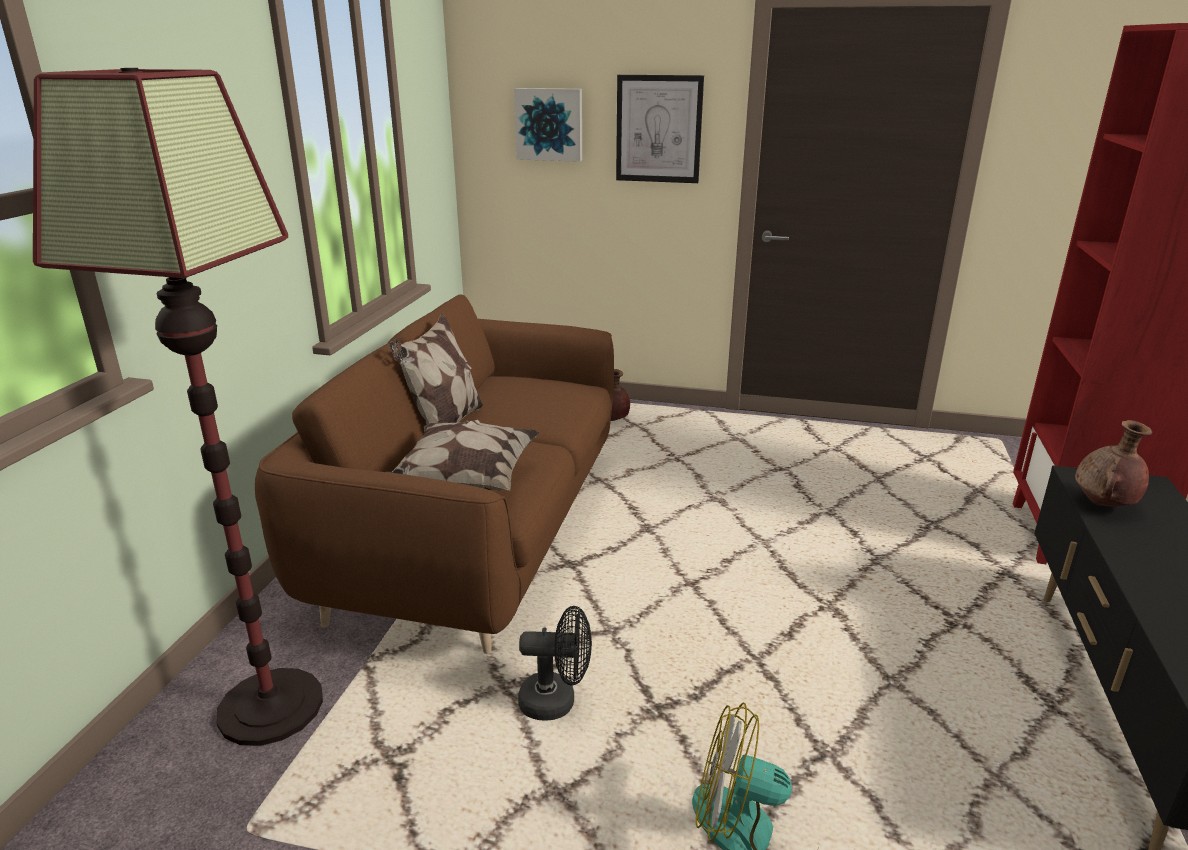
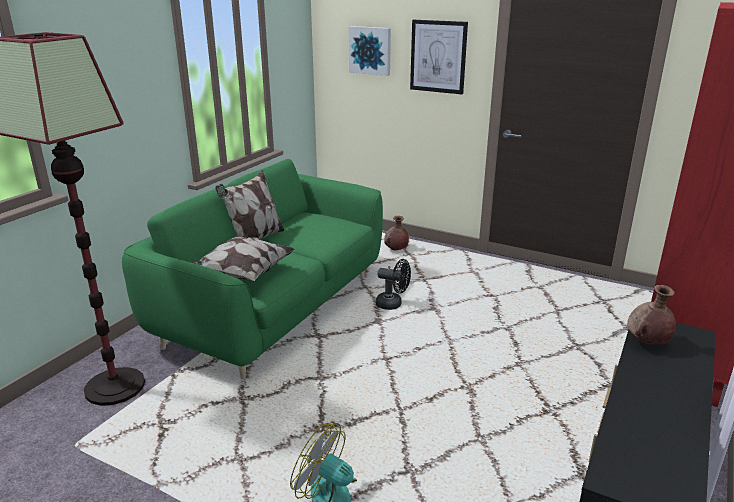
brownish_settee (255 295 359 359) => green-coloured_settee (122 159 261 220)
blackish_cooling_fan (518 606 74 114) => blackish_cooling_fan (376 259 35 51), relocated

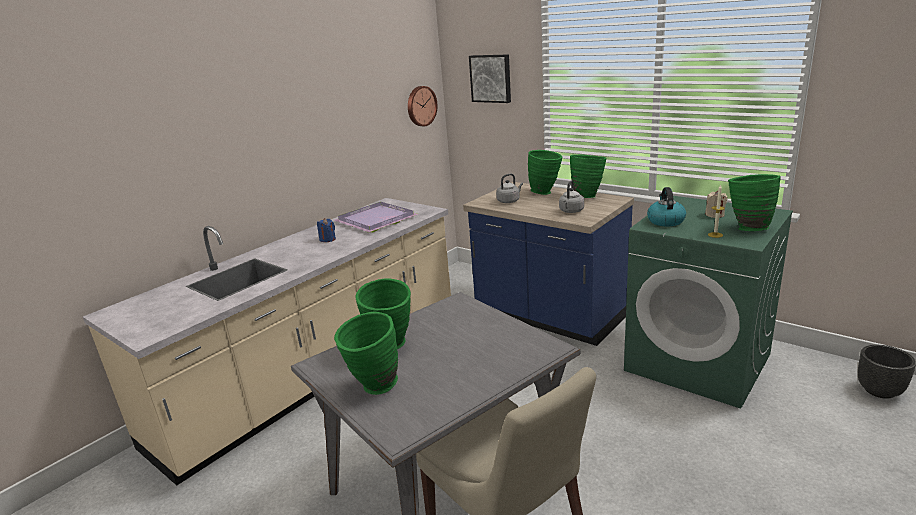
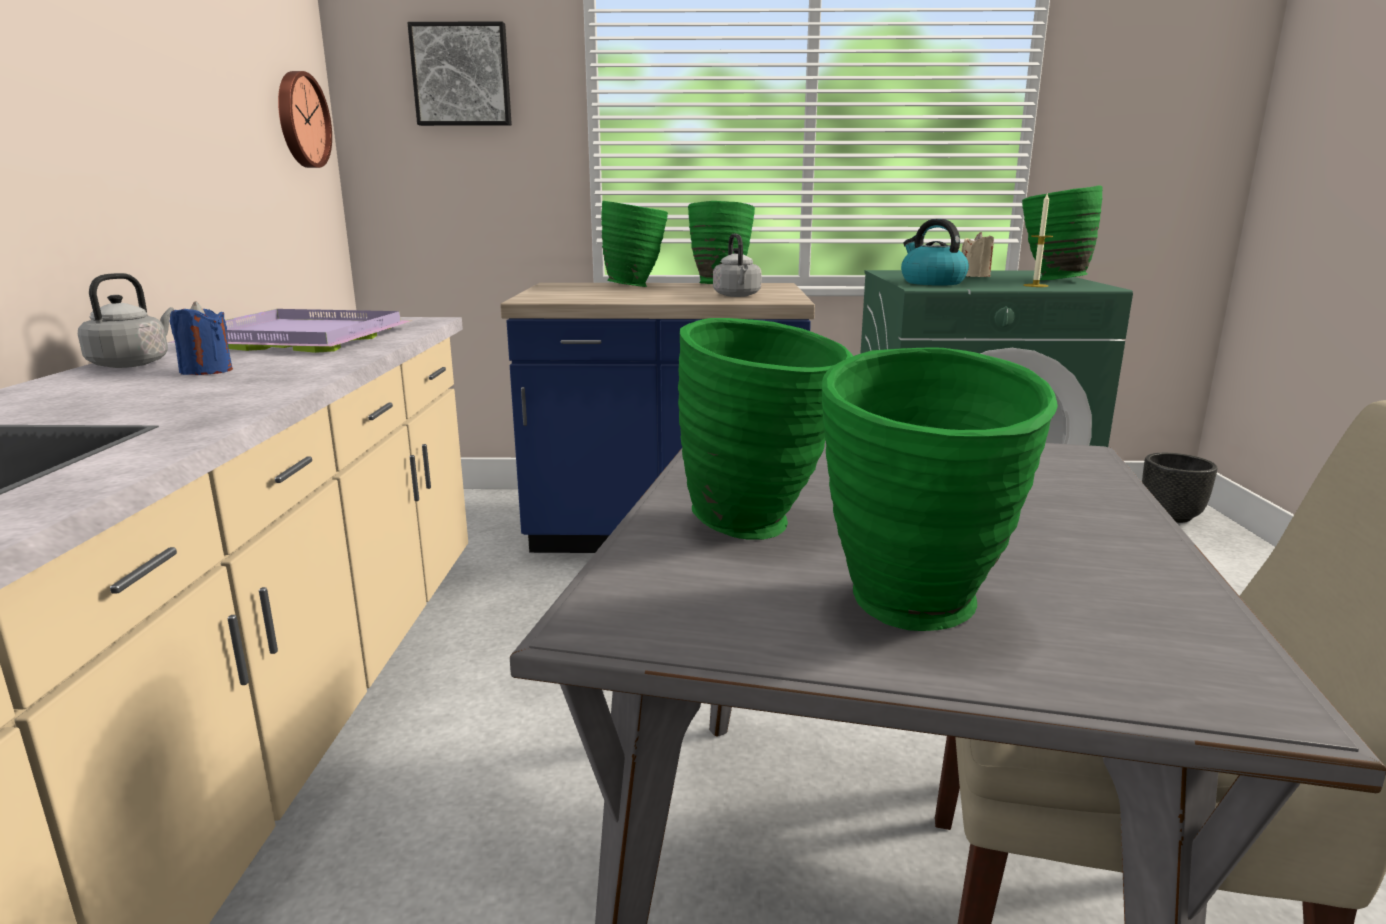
gray_kettle (496 173 27 30) => gray_kettle (78 273 96 95), relocated

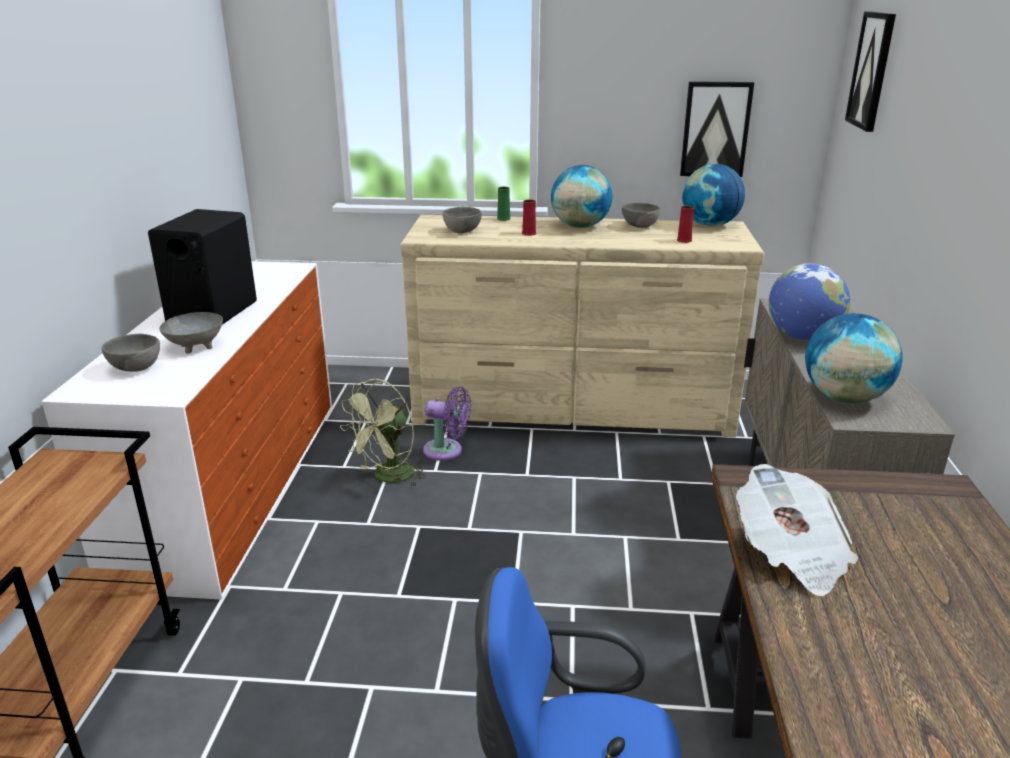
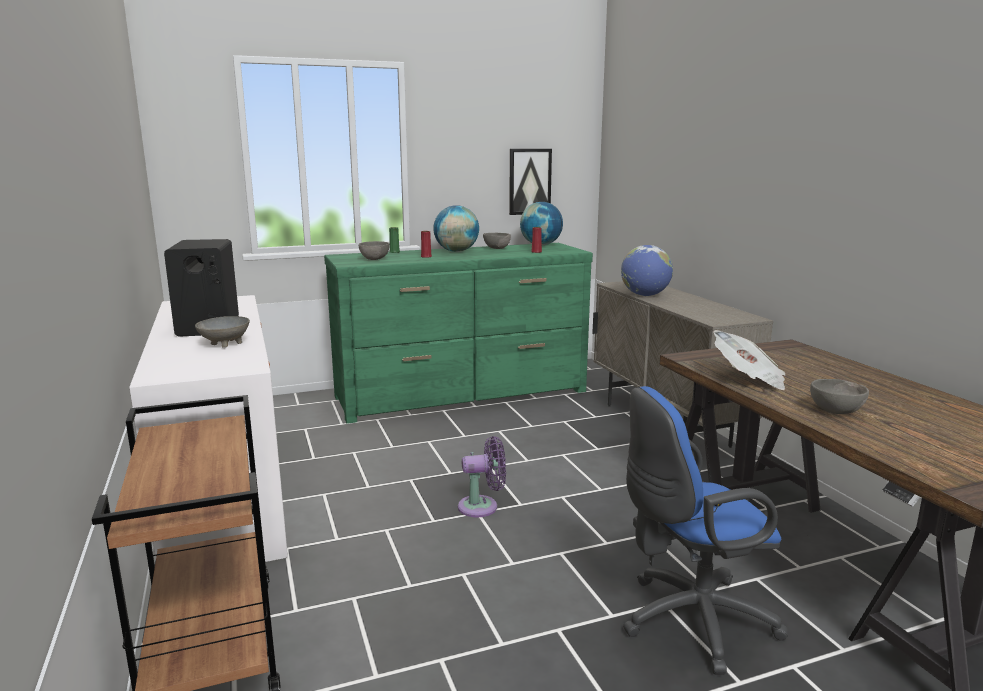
gray_bowl (101 334 59 38) => gray_bowl (810 379 59 35), relocated
green-coloured_cooling_fan (340 379 86 108) => nothing
sand-coloured_drawer_chest (400 215 365 223) => green-coloured_drawer_chest (324 243 269 181)
purple-coloured_cooling_fan (423 386 48 75) => purple-coloured_cooling_fan (458 436 48 81), relocated
world_globe (805 313 98 90) => nothing
wall_art (845 11 51 121) => nothing

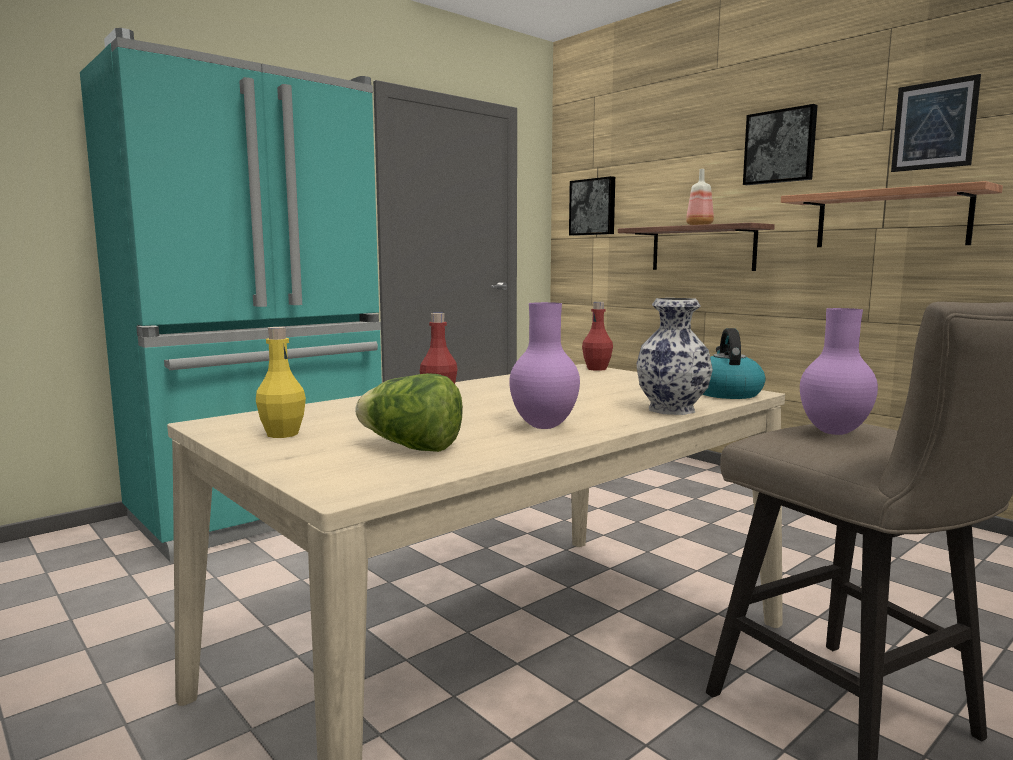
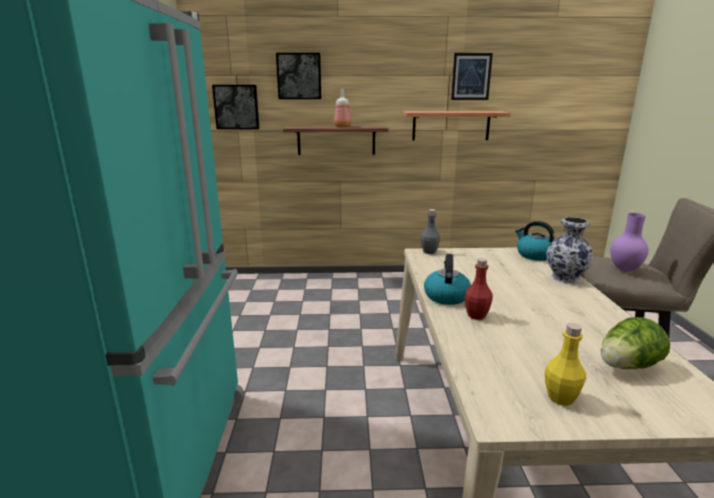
purple-coloured_flower_vase (509 302 71 127) => nothing
red_bottle (582 302 31 69) => gray_bottle (421 209 19 45)
wall_art (743 104 75 81) => wall_art (276 53 45 46), relocated
nothing => kettle (424 254 47 51)

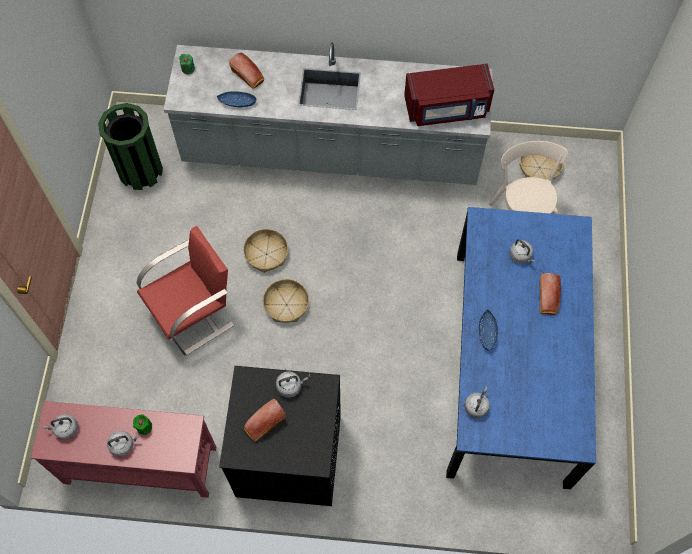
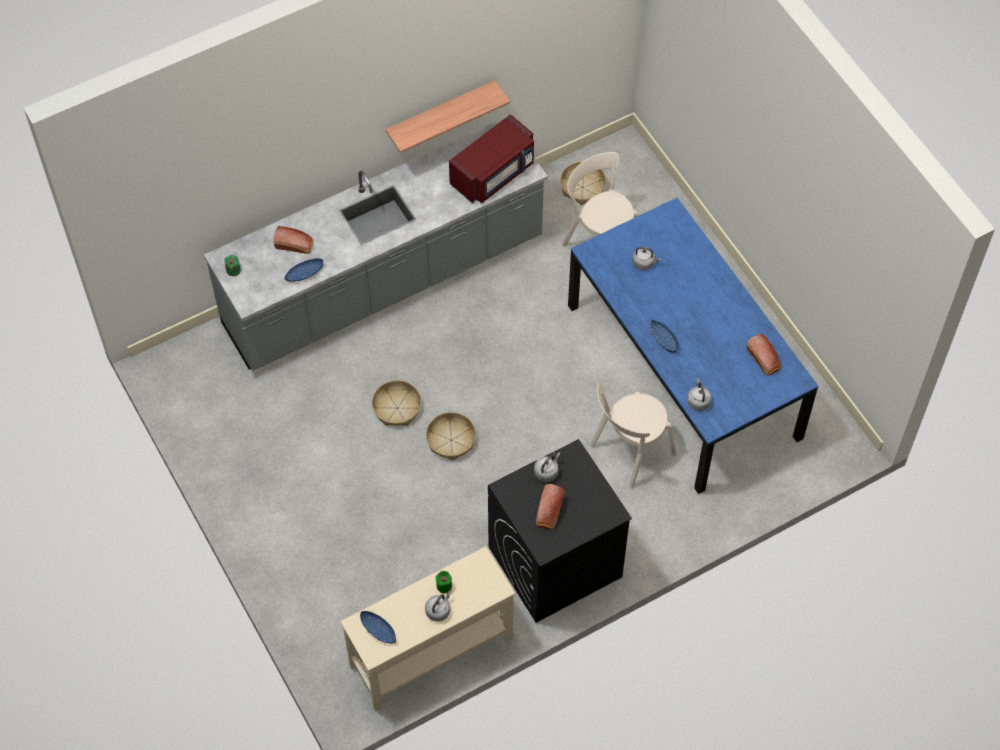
red_narrow_table (31 401 185 97) => sand-coloured_narrow_table (340 546 175 165)
gray_kettle (43 414 35 26) => blue_bowl (360 611 36 33)
green-coloured_trash_can (98 103 65 87) => nothing
red_plain_chair (137 226 98 129) => nothing
bakery_bread (540 273 21 42) => bakery_bread (747 334 34 42), relocated
nothing => shelf (386 80 124 73)
nothing => sand-coloured_plain_chair (590 383 86 106)

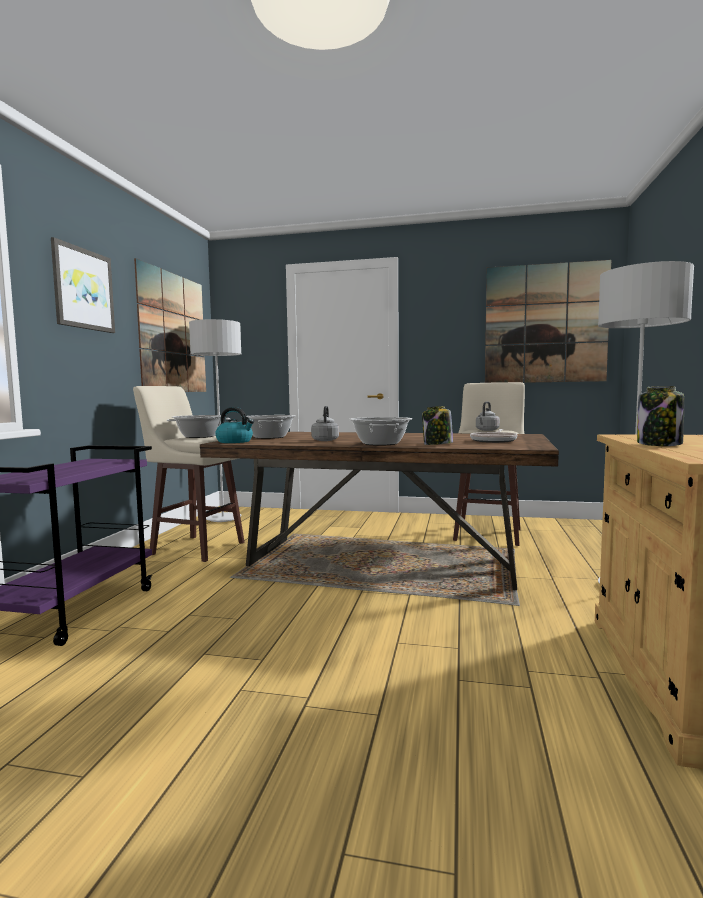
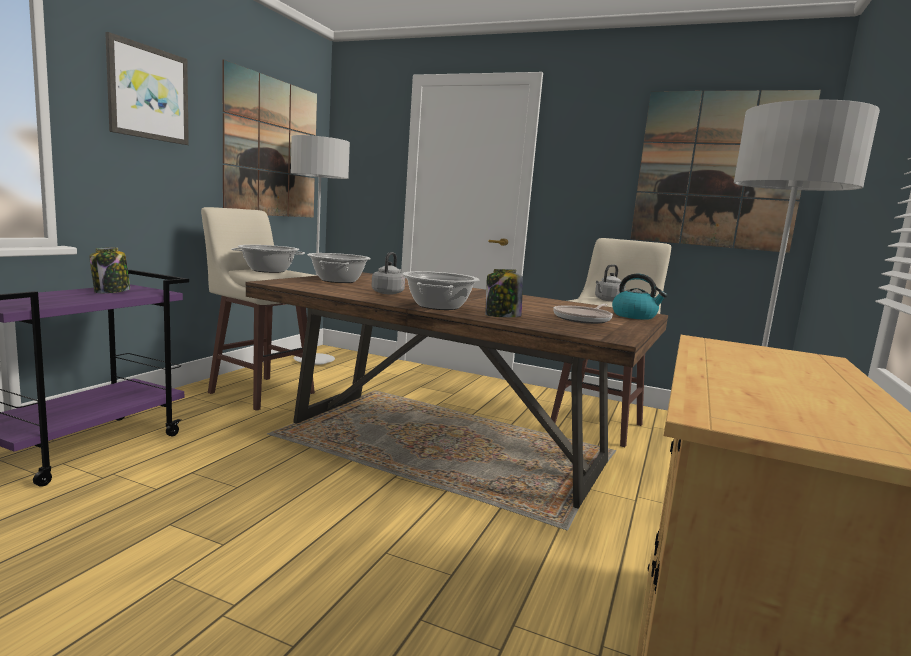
kettle (215 407 39 36) => kettle (612 274 55 46), relocated
preserve_jar (637 386 47 60) => preserve_jar (90 247 40 46), relocated

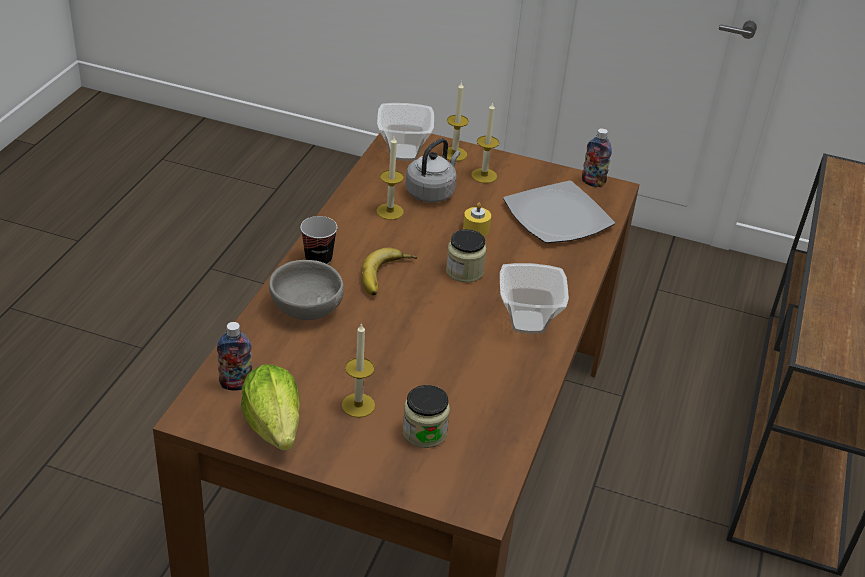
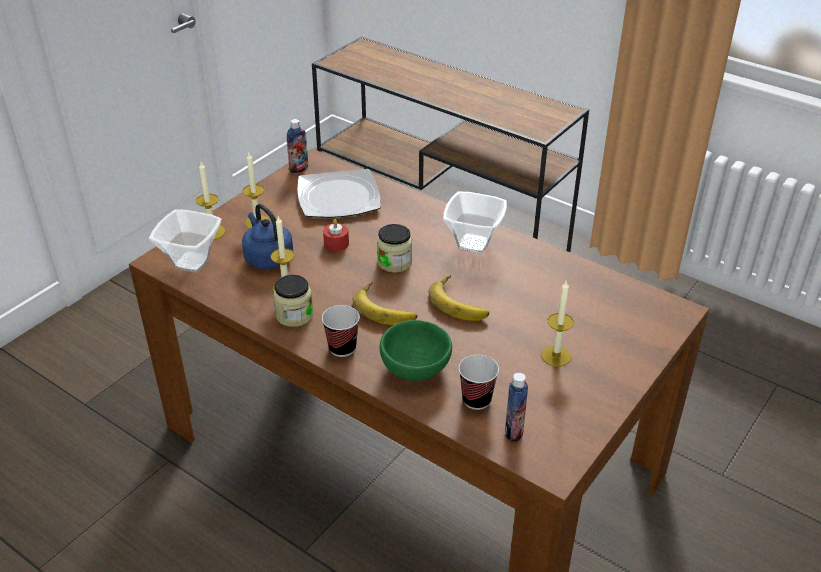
lettuce_head (241 365 59 86) => nothing
gray_bowl (269 260 75 60) => green-coloured_bowl (380 320 72 61)
preserve_jar (403 385 47 63) => preserve_jar (273 275 40 52), relocated
gray_kettle (405 138 55 65) => blue_kettle (242 204 51 65)
yellow_candle (463 203 28 33) => red_candle (323 219 26 32)
nothing => banana (429 275 60 46)
nothing => drinking_cup (459 355 40 55)

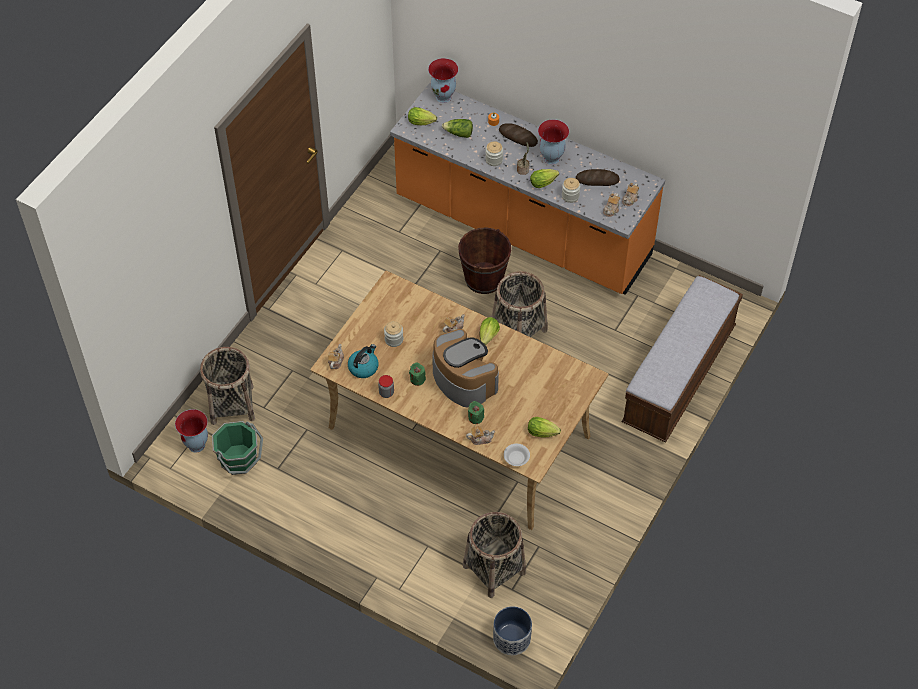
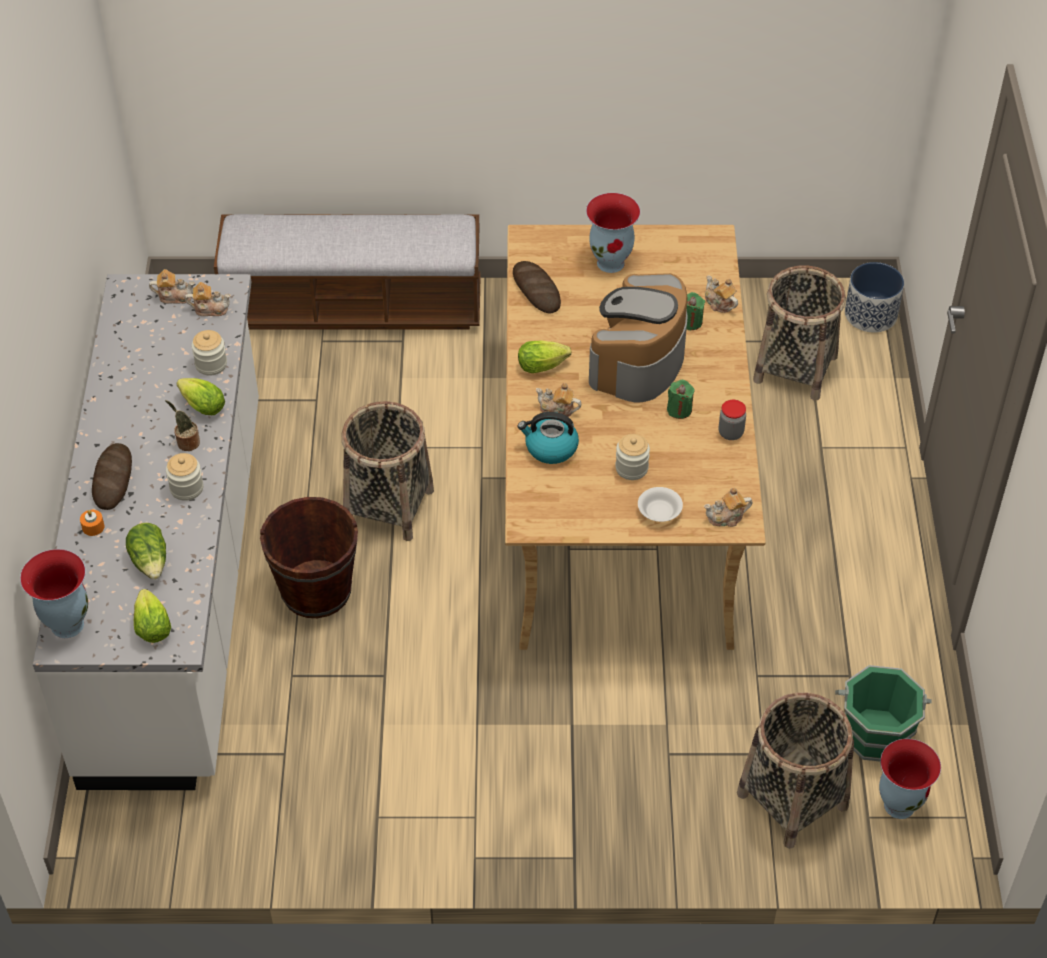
kettle (348 344 30 34) => kettle (518 412 61 52), relocated
orange_counter (390 82 275 213) => white_counter (33 274 226 516)
white_bowl (504 444 26 22) => white_bowl (638 487 45 35), relocated
lettuce_head (528 417 33 20) => nothing
flower_vase (538 119 31 46) => flower_vase (586 193 54 80), relocated
bakery_bread (576 169 44 17) => bakery_bread (513 261 48 52), relocated

